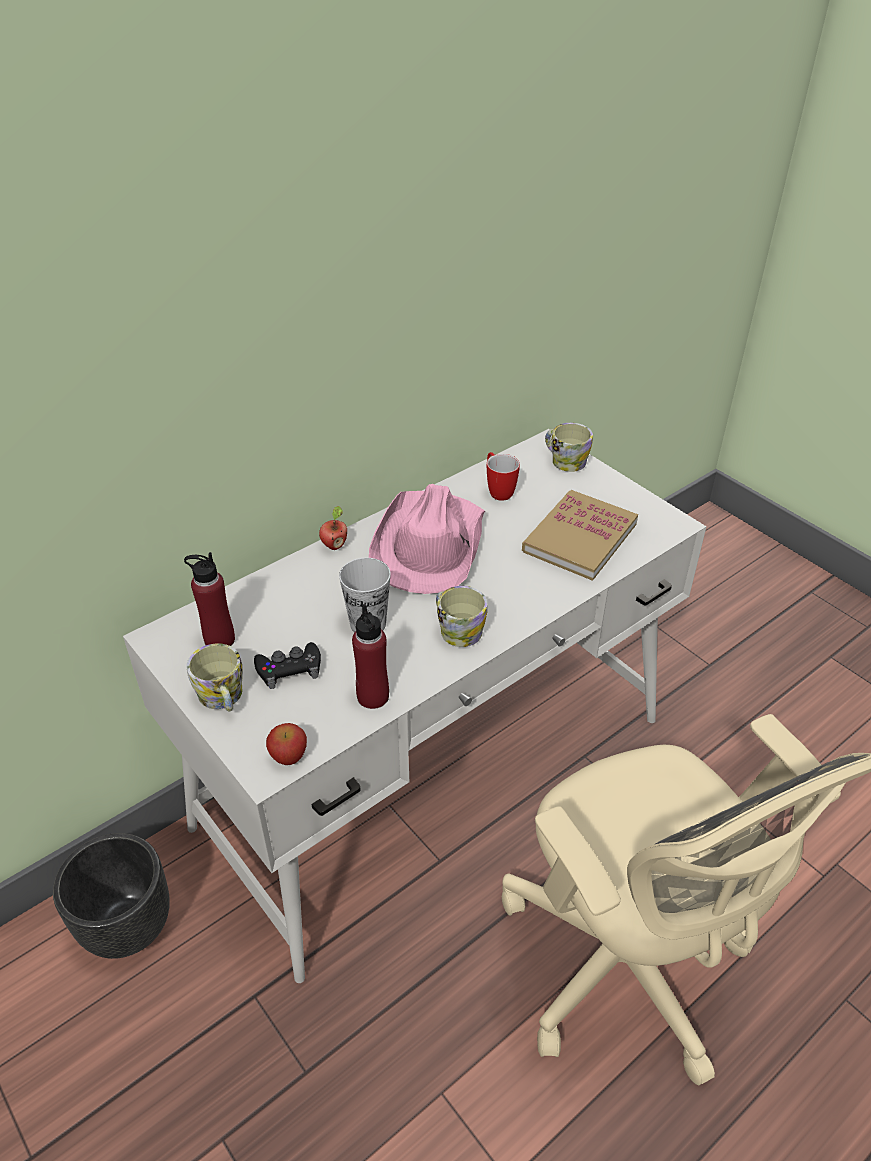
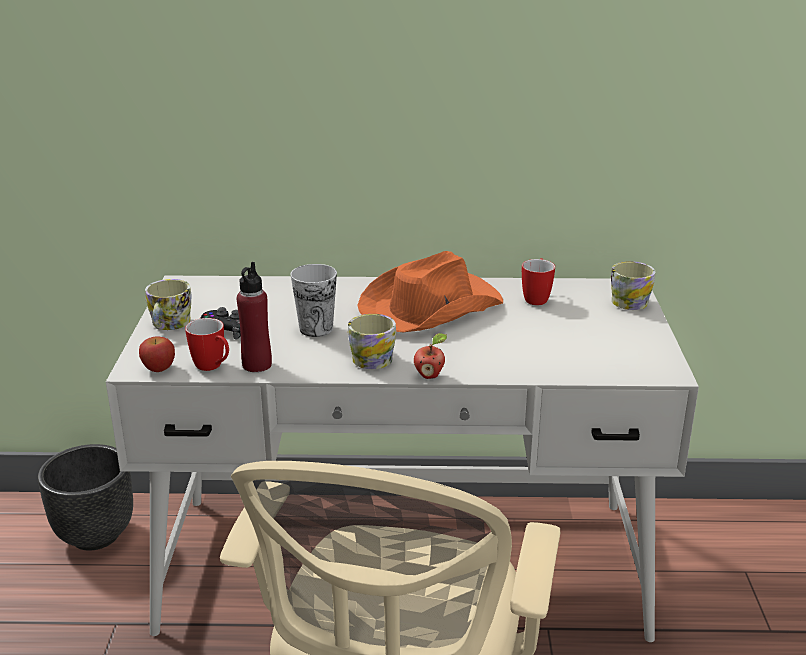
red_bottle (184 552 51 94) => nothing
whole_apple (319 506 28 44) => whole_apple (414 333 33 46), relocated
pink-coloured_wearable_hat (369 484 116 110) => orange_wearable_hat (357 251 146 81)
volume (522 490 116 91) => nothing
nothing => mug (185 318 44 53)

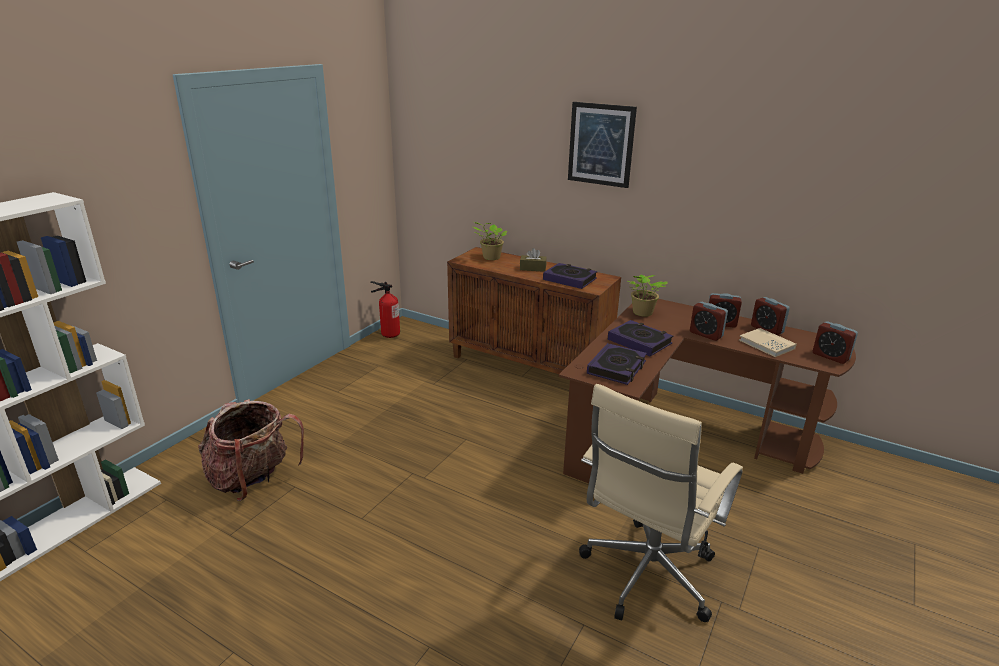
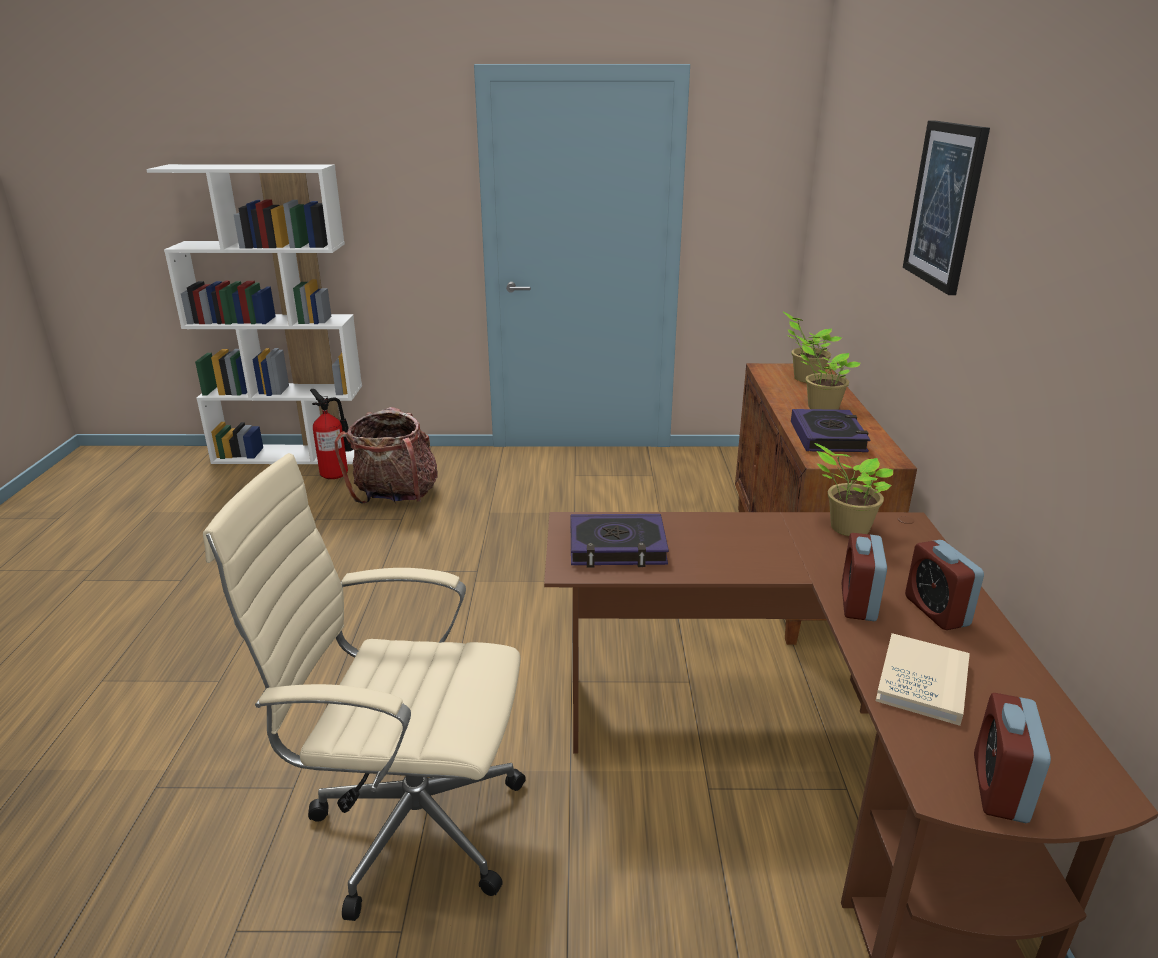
fire-fighting_cylinder (370 281 30 57) => fire-fighting_cylinder (310 389 43 90), relocated
brownish_tissue_holder (520 248 27 24) => potted_plant (795 335 65 75)
volume (608 320 65 37) => nothing
alarm_clock (751 297 39 38) => nothing

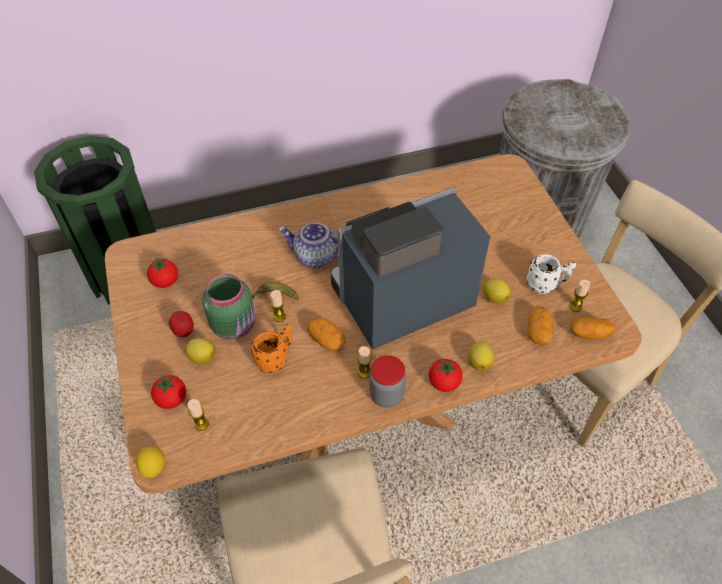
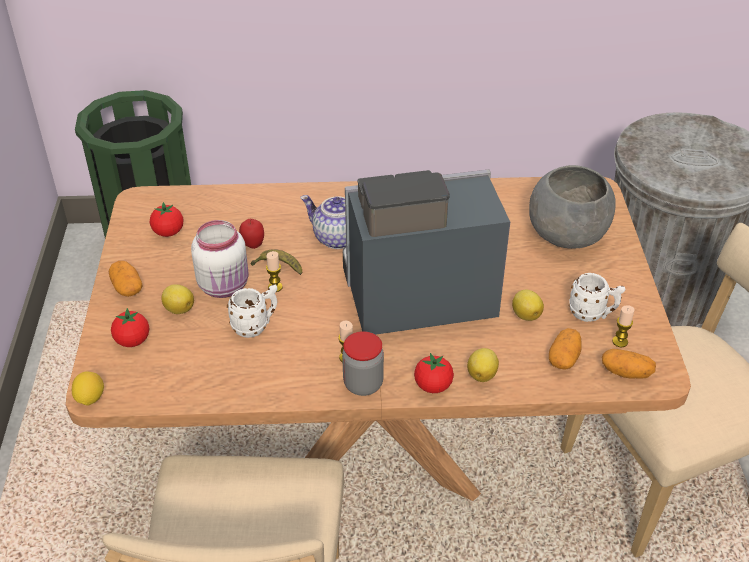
whole_apple (169 311 25 26) => whole_apple (239 219 25 30), relocated
candle (187 399 22 32) => nothing
green-coloured_preserve_jar (202 274 53 66) => white_preserve_jar (191 220 58 78)
orange_mug (251 324 41 49) => white_mug (227 284 51 54)
whole_potato (307 317 39 34) => whole_potato (109 261 34 36), relocated
nothing => gray_bowl (529 165 87 84)

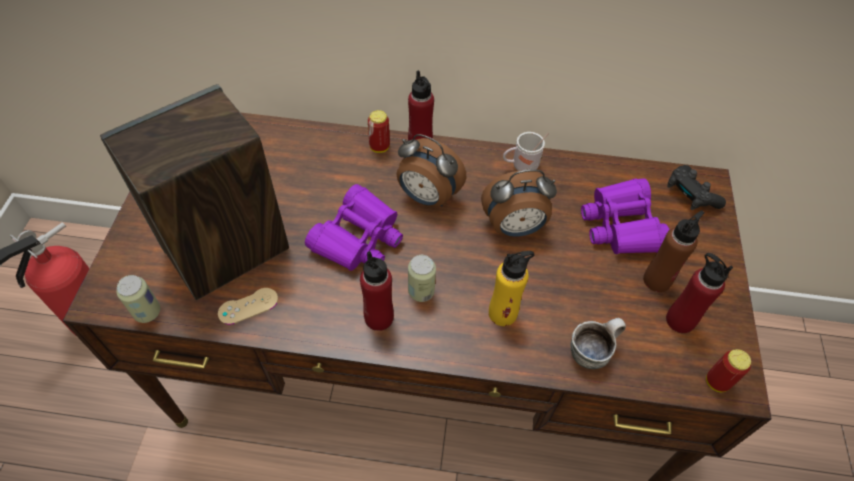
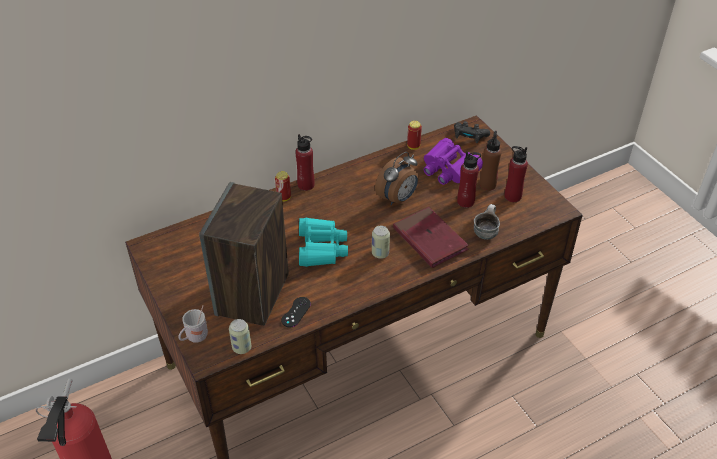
sand-coloured_gamepad (218 288 60 37) => blackish_gamepad (281 297 30 30)
purple-coloured_binoculars (305 184 98 87) => turquoise_binoculars (299 218 49 49)
red_bottle (360 251 34 80) => red_bottle (457 151 24 57), relocated
alarm_clock (397 134 69 73) => nothing
yellow_bottle (489 251 45 75) => red_volume (393 207 76 61)
white_mug (503 132 46 40) => white_mug (178 305 30 38), relocated
can (706 349 45 43) => can (407 121 15 29), relocated

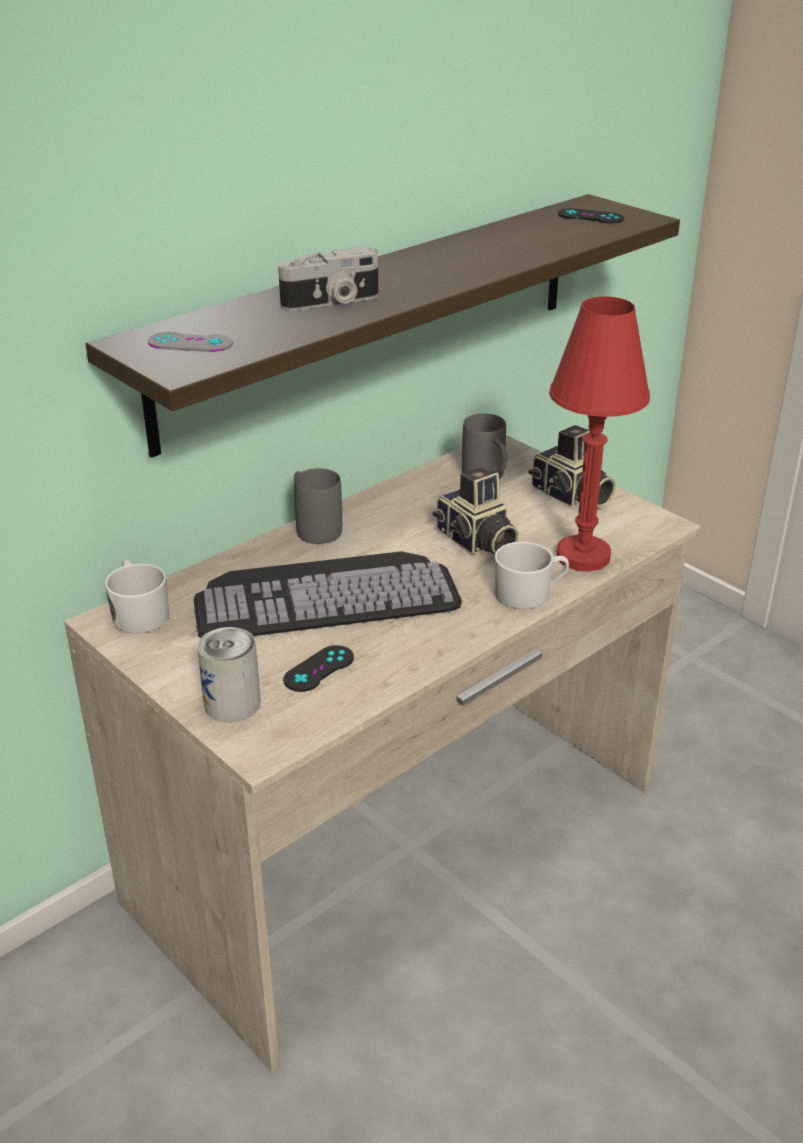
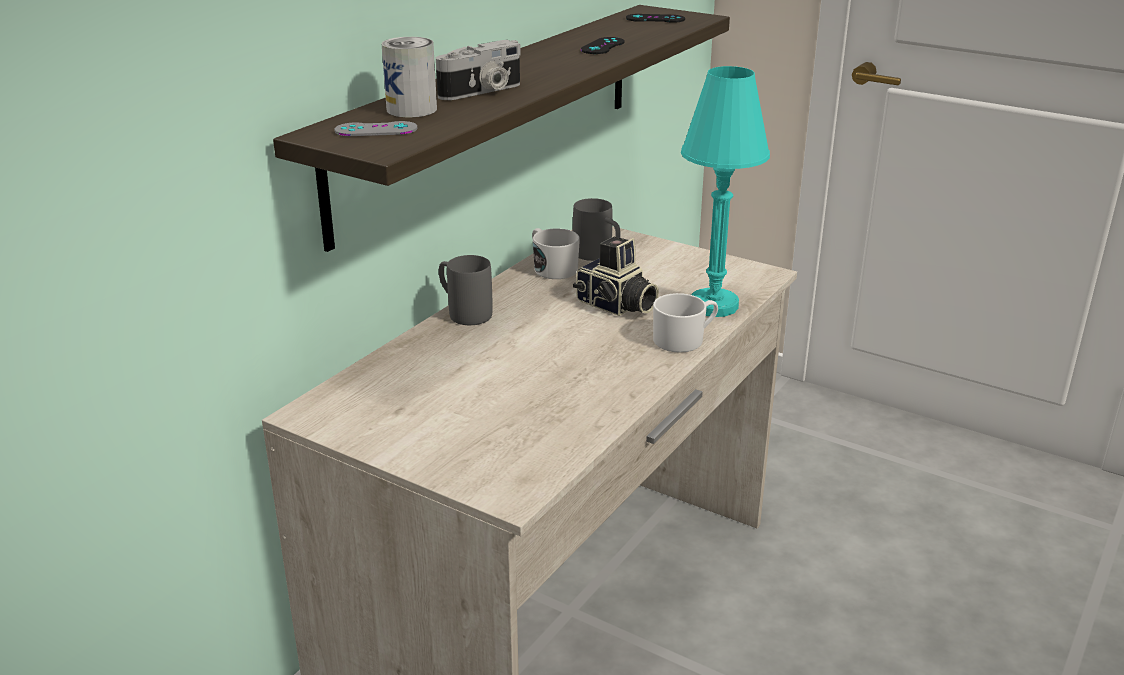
white_mug (105 560 64 74) => white_mug (532 228 48 51), relocated
computer_keyboard (193 551 269 87) => nothing
can (197 627 64 95) => can (382 37 55 80), relocated
blackish_gamepad (283 645 71 47) => blackish_gamepad (581 37 44 17), relocated
still_camera (529 425 87 82) => nothing
red_lamp_for_a_table (549 296 101 276) => turquoise_lamp_for_a_table (681 66 89 251)

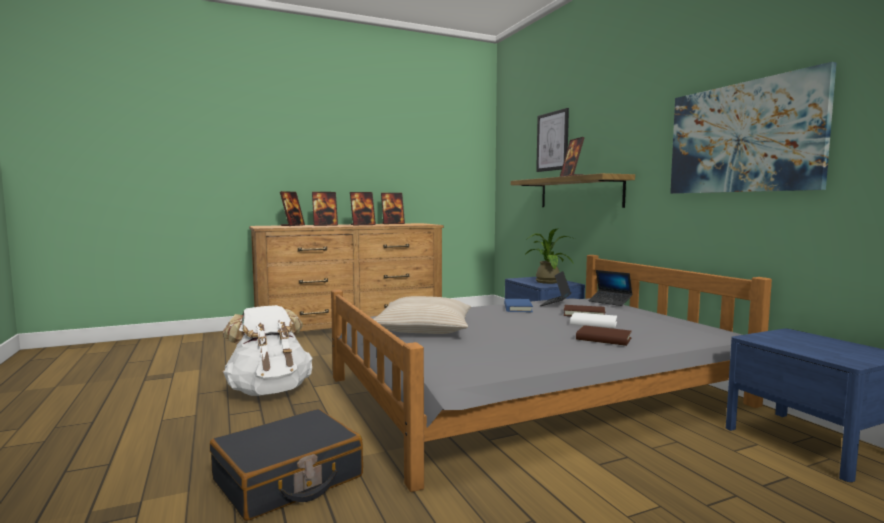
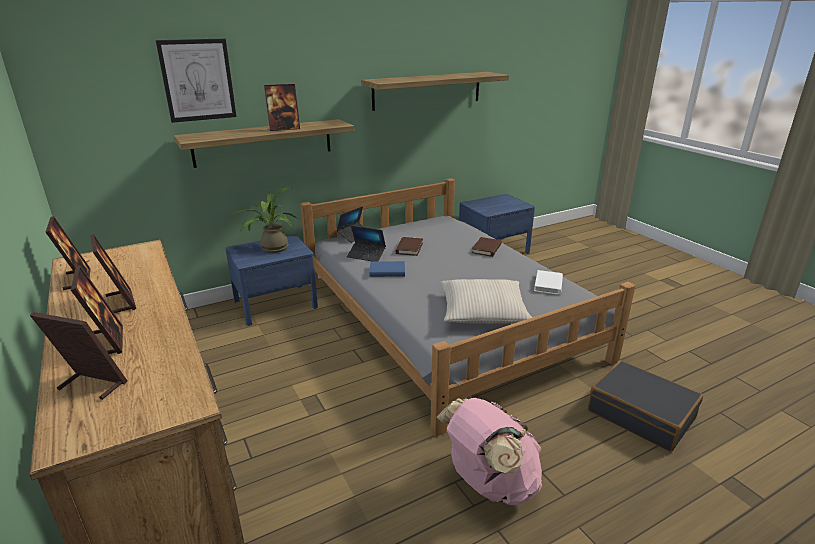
white_rucksack (223 305 90 91) => pink-coloured_rucksack (437 398 105 107)
white_volume (570 312 47 16) => white_volume (534 270 29 25), relocated
wall_art (670 62 166 132) => shelf (361 72 148 39)

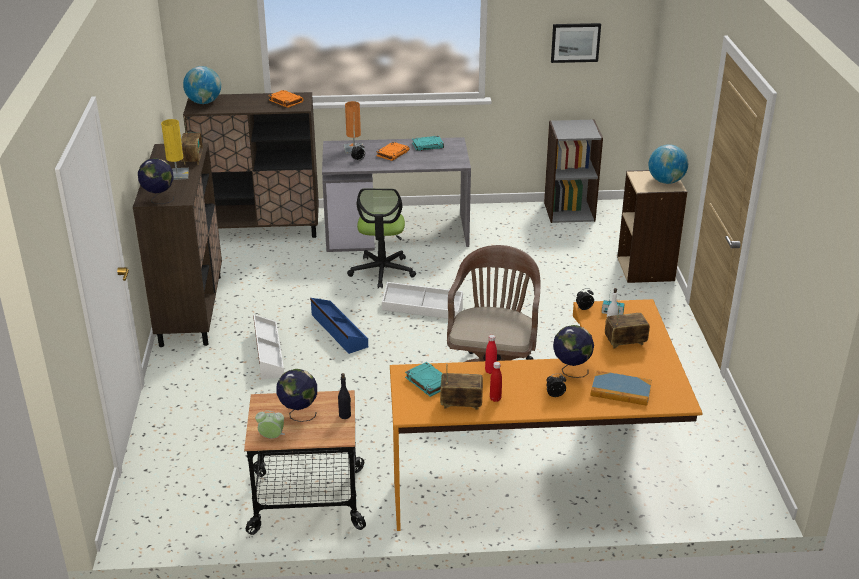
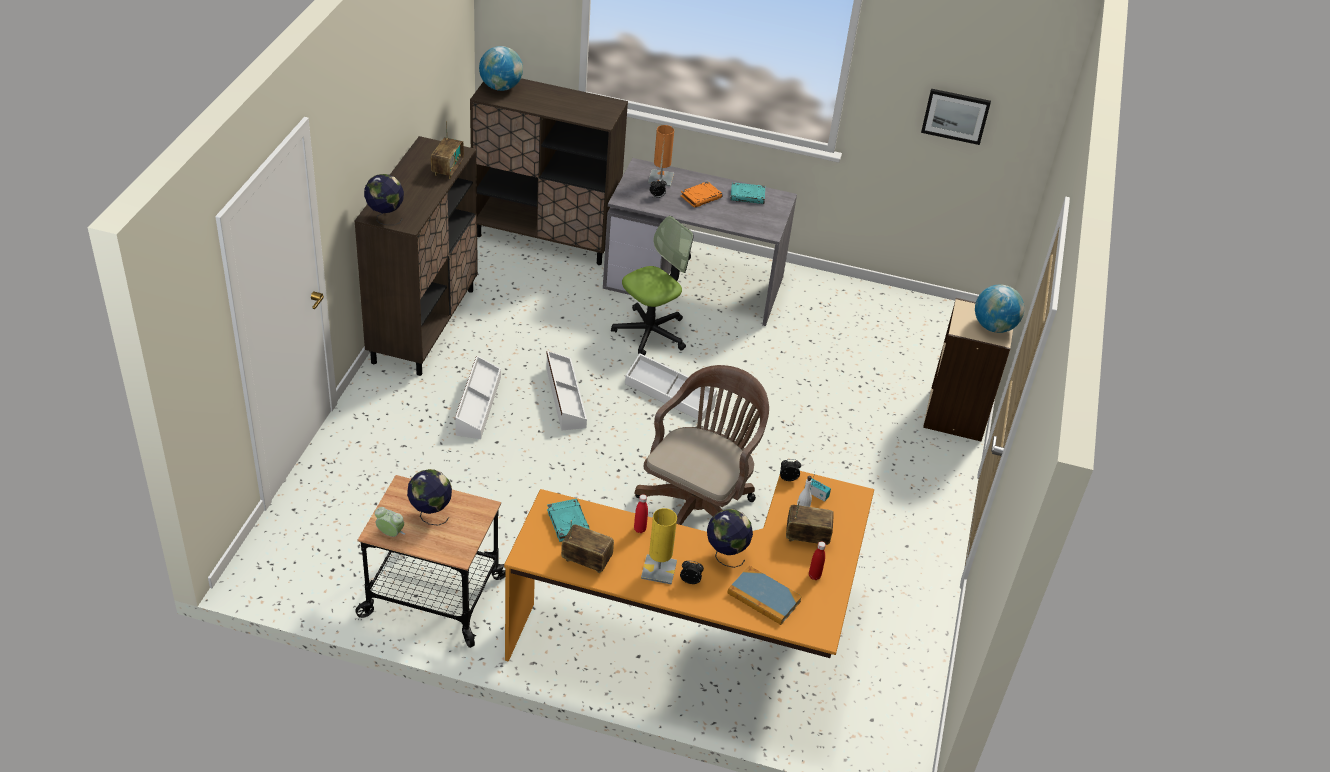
yellow_lamp_for_a_table (161 119 28 61) => yellow_lamp_for_a_table (641 508 36 77), relocated
orange_volume (268 90 35 18) => nothing
blue_storage_container (310 298 58 56) => white_storage_container (546 351 41 80)
blackish_bottle (338 373 13 46) => nothing
office_chair (347 188 69 101) => office_chair (611 216 82 140), 150 degrees counterclockwise
red_bottle (490 362 12 40) => red_bottle (809 542 17 38), relocated
gray_shelving_unit (544 119 59 104) => nothing

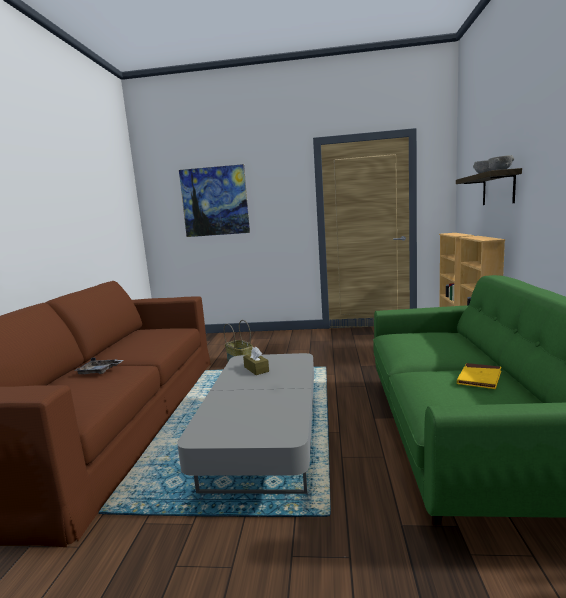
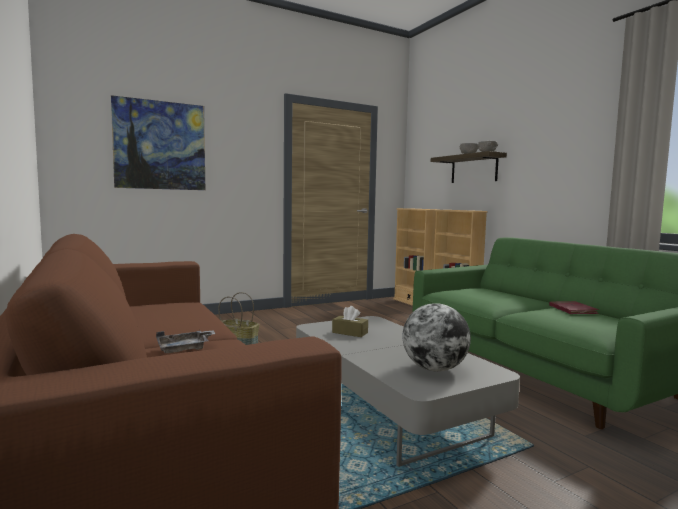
yellow_volume (457 363 44 26) => red_volume (549 301 50 13)
nothing => world_globe (403 303 68 69)

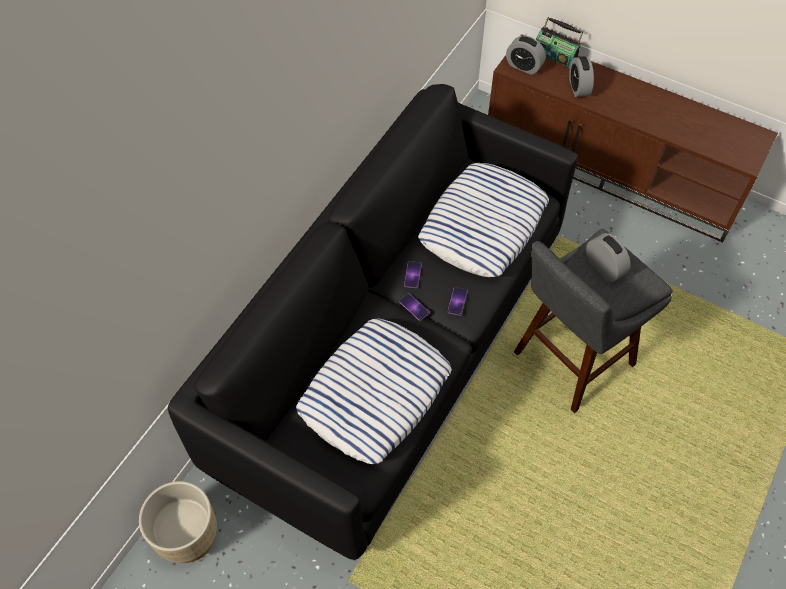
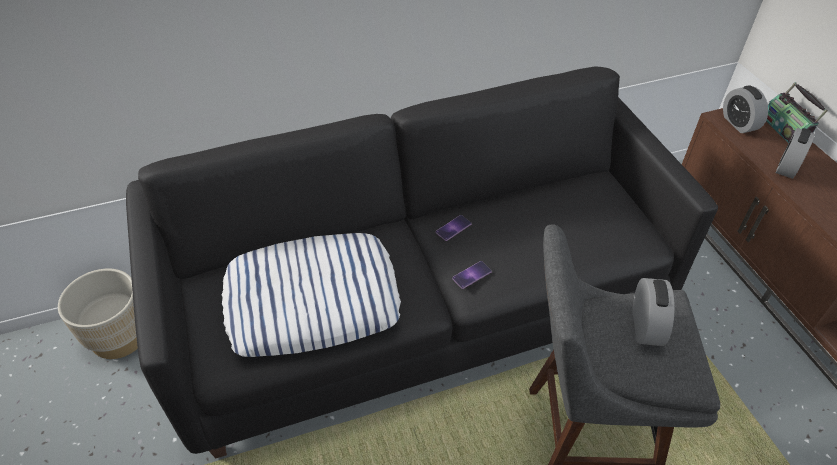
telephone (399 293 31 28) => nothing
throw_pillow (418 163 131 114) => nothing

